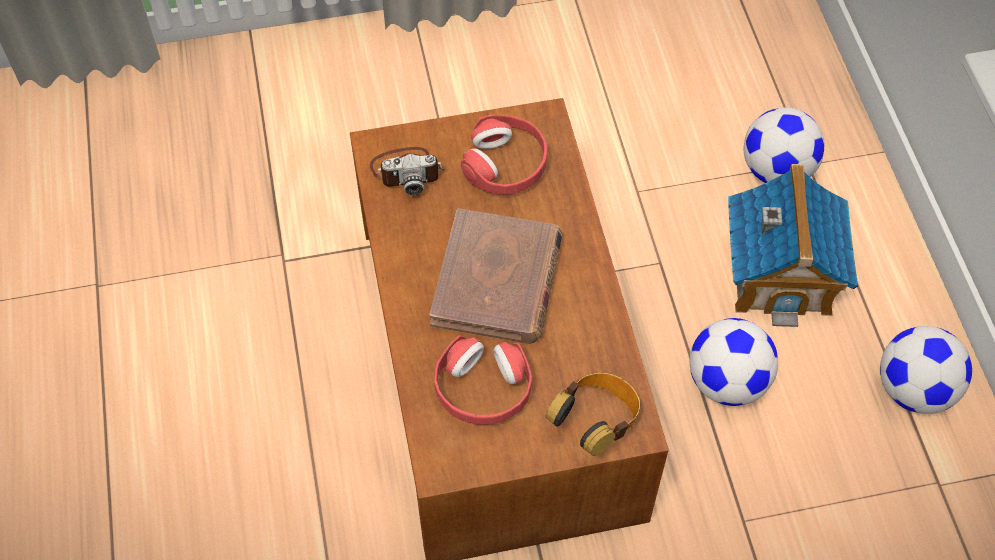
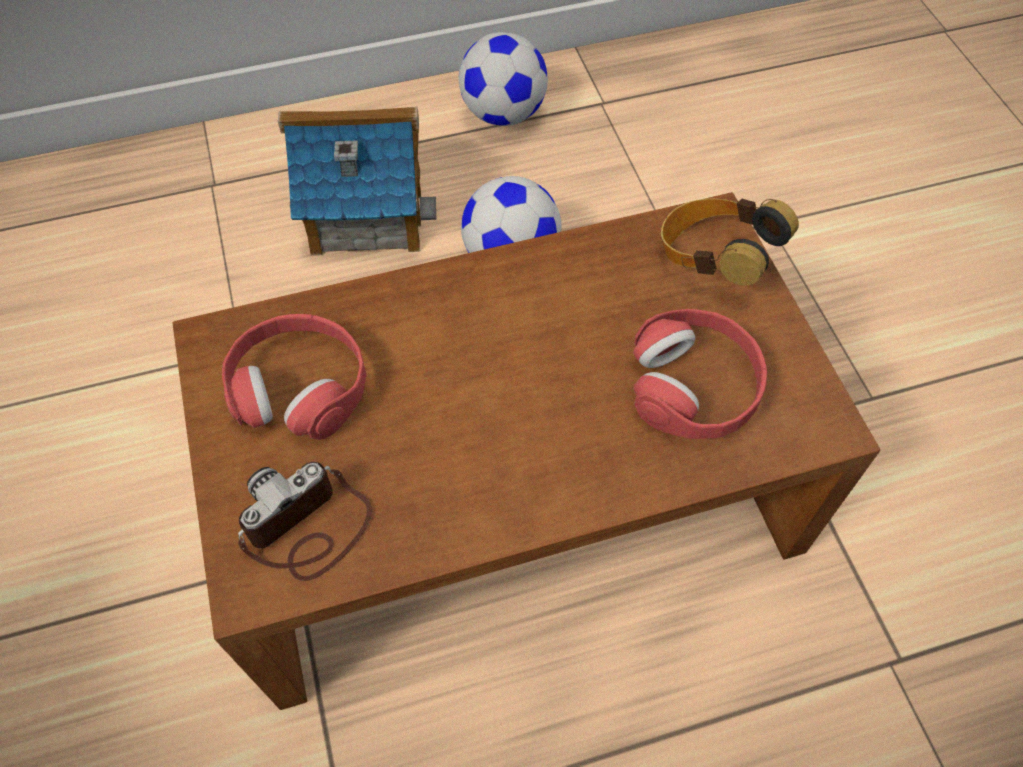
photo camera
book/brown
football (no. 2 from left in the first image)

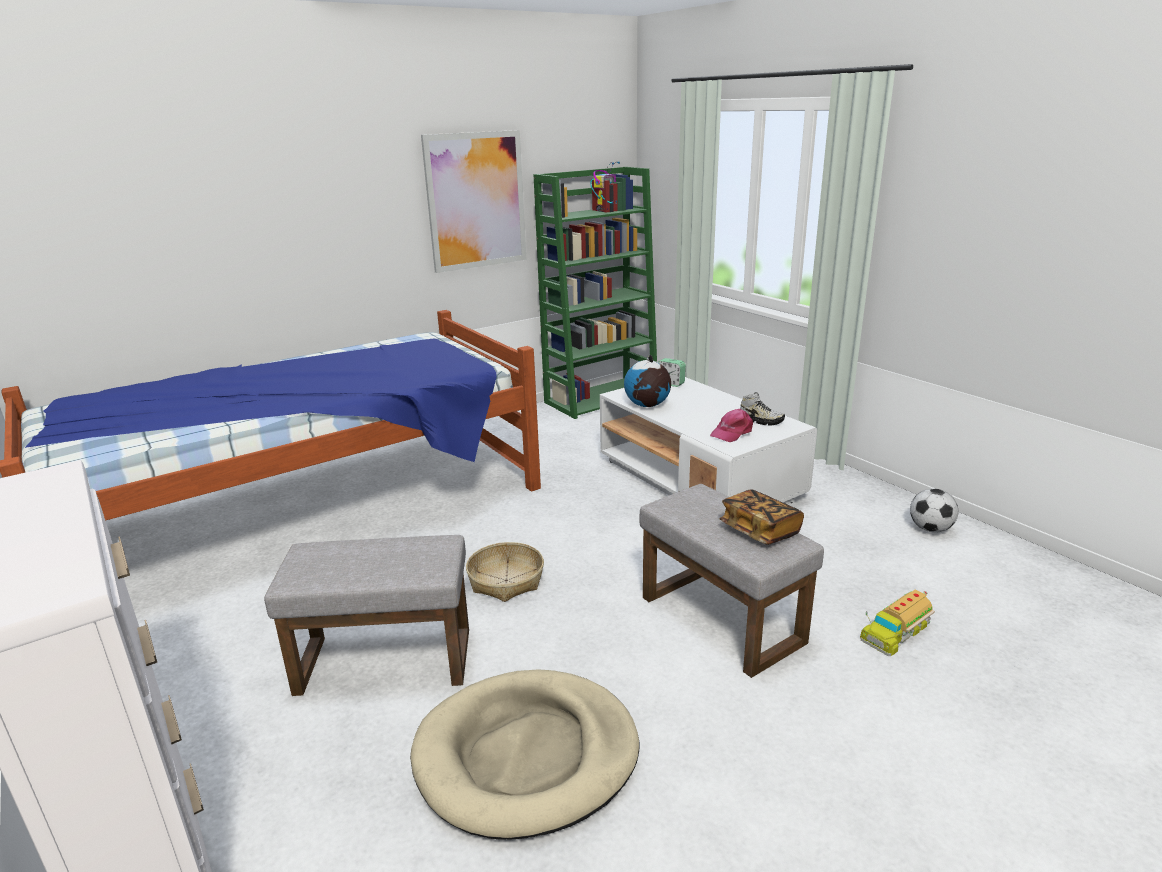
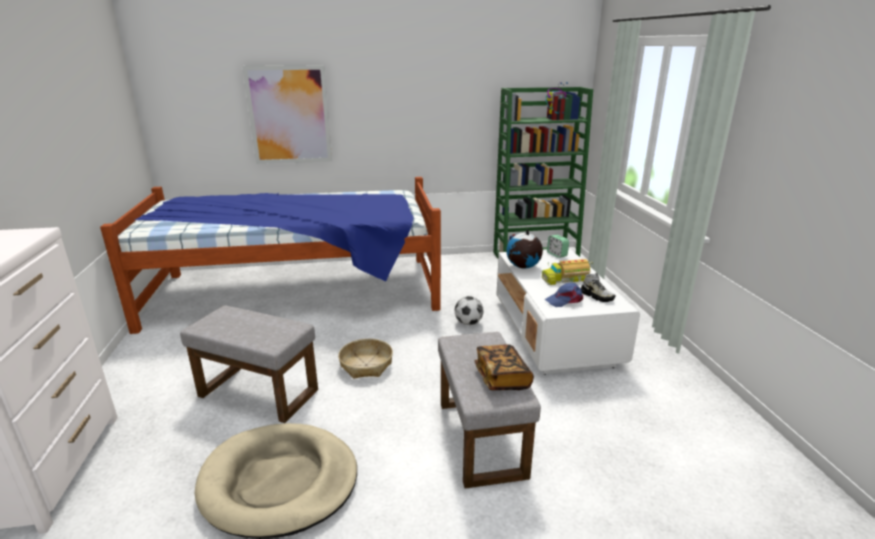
picture
cap/blue
toy truck
football

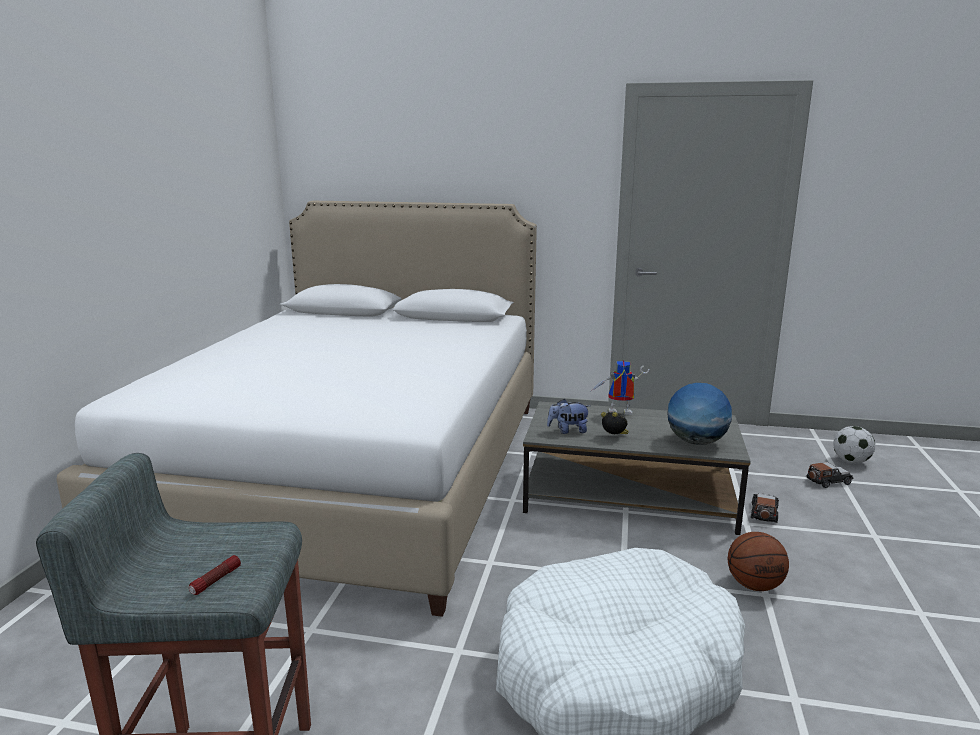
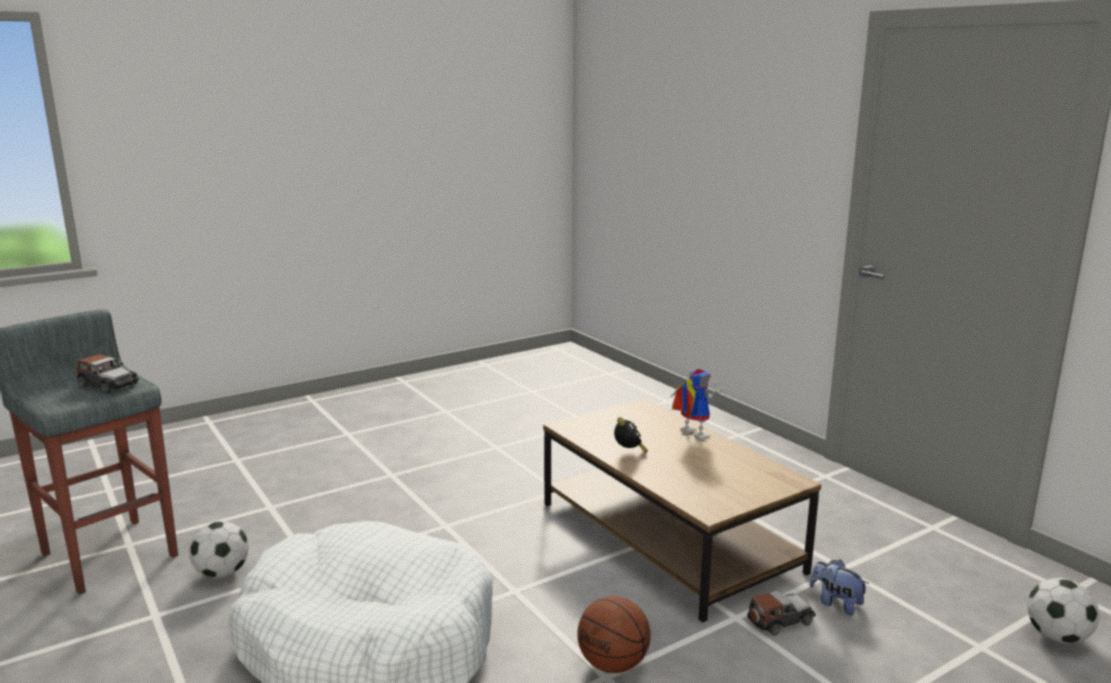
bed/white
flashlight
coffee table/brown
plush toy
globe
toy car (no. 1 from left)
football (no. 1 from left)

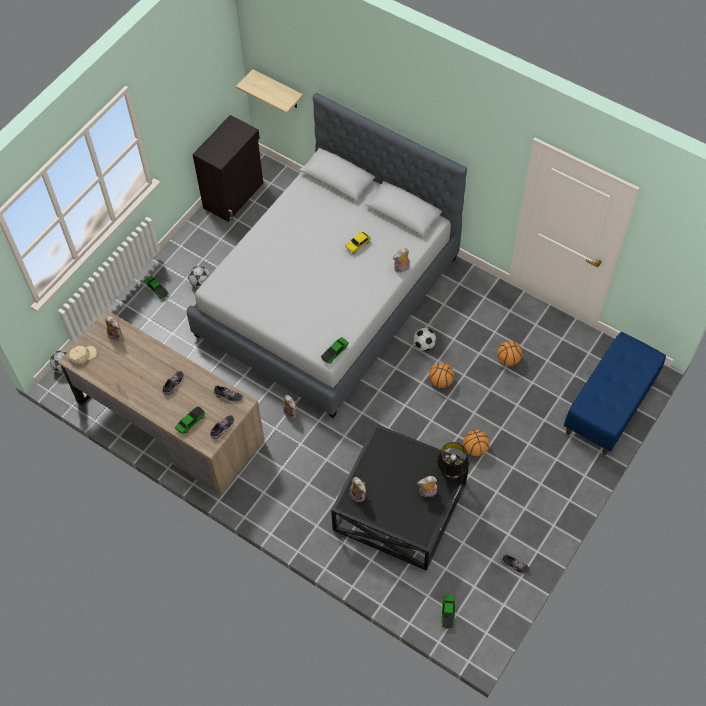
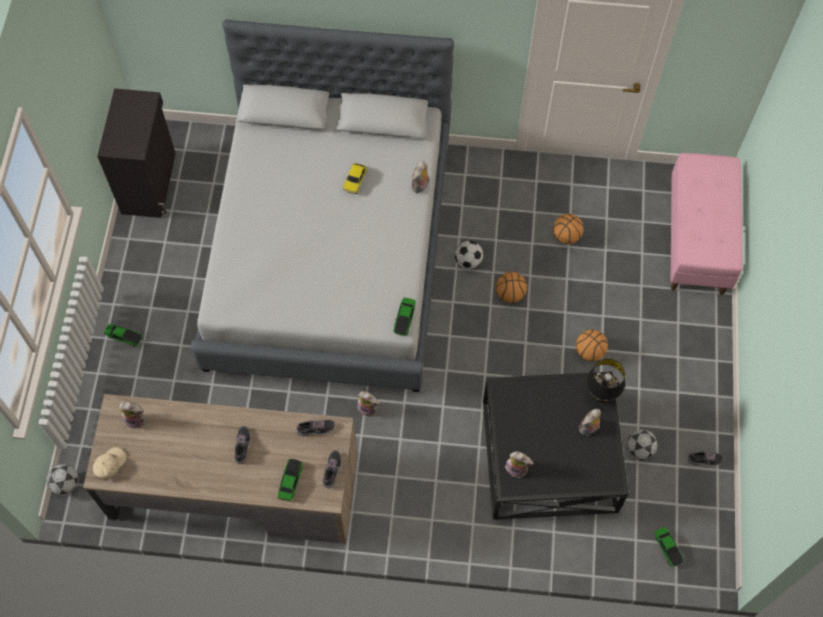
football (no. 3 from left)
shelf
bench/pink

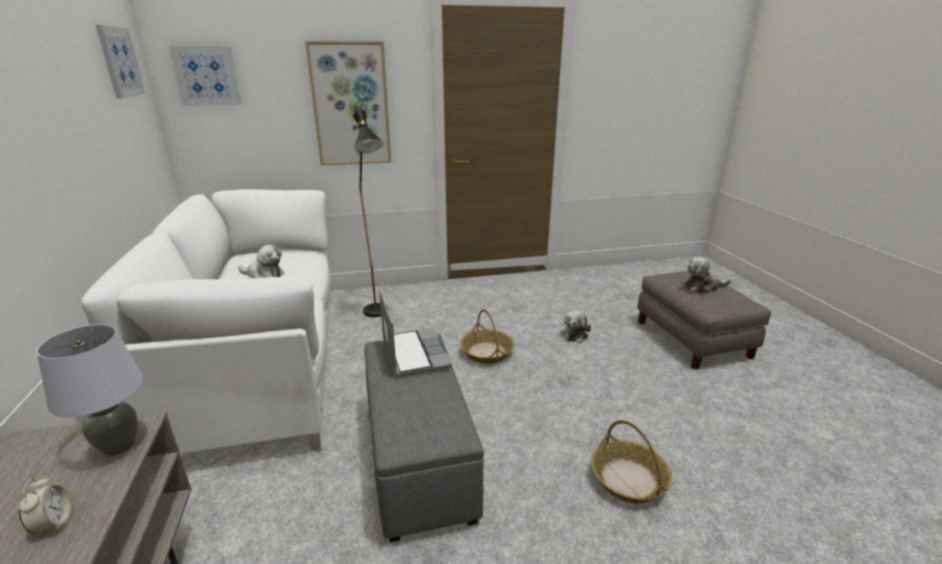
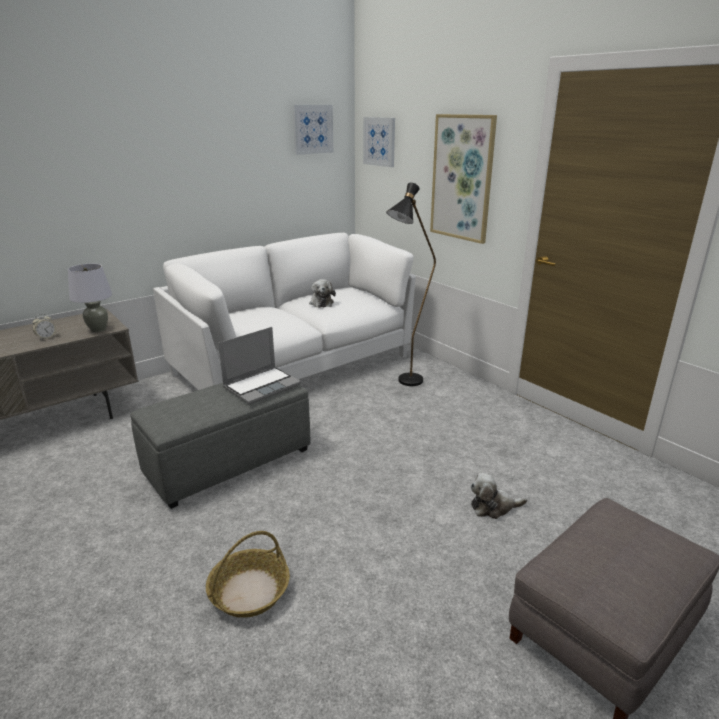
basket (no. 1 from left in the first image)
plush toy (no. 3 from left in the first image)

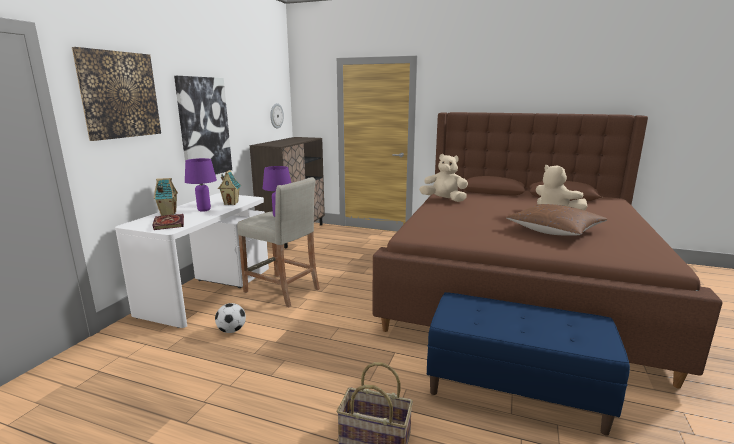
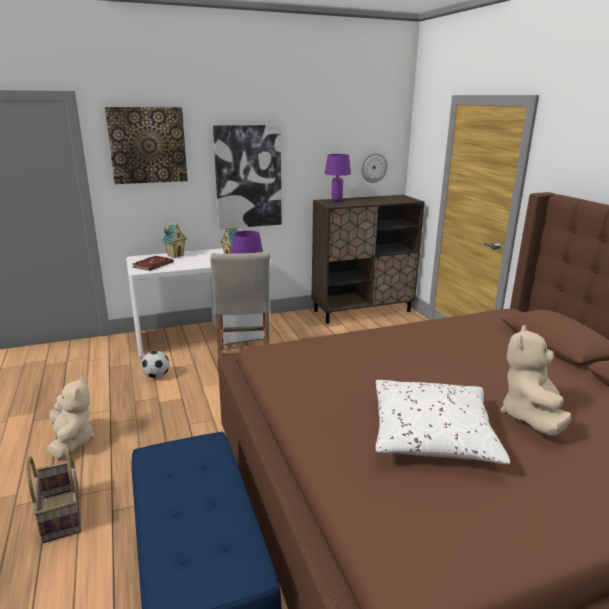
table lamp/purple (no. 2 from left)
plush toy/beige (no. 1 from left)
pillow/white

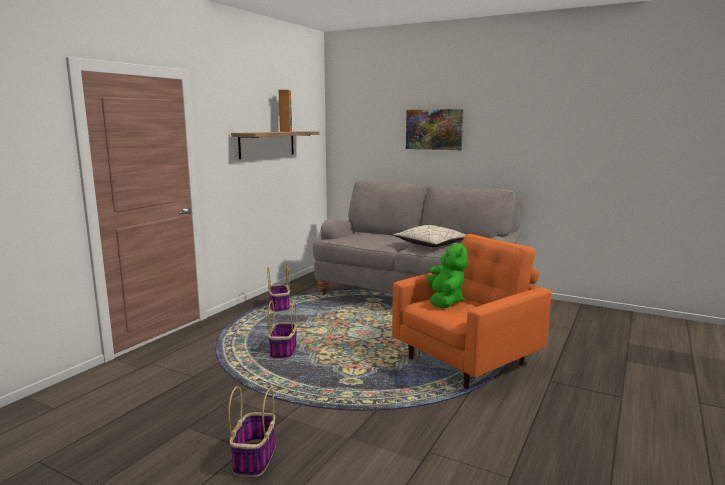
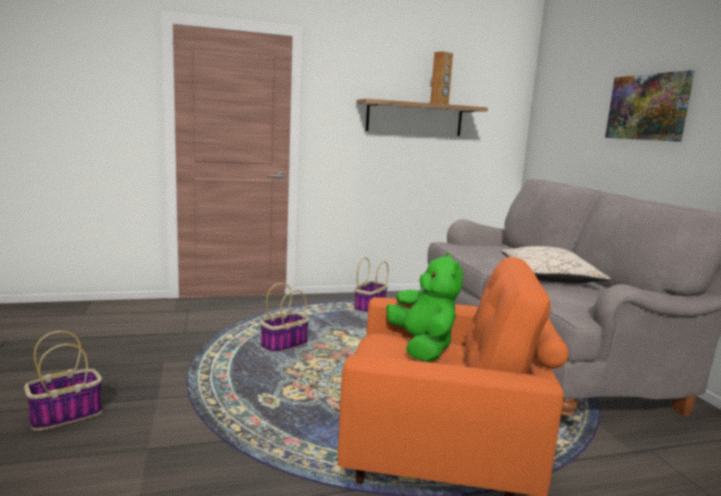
plush toy/green

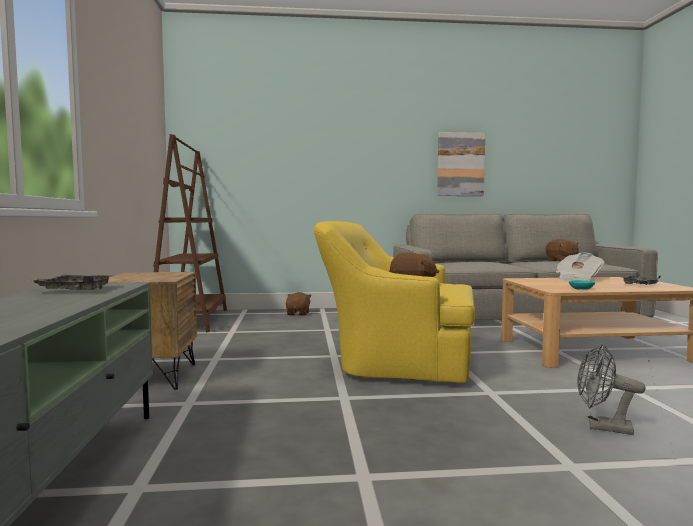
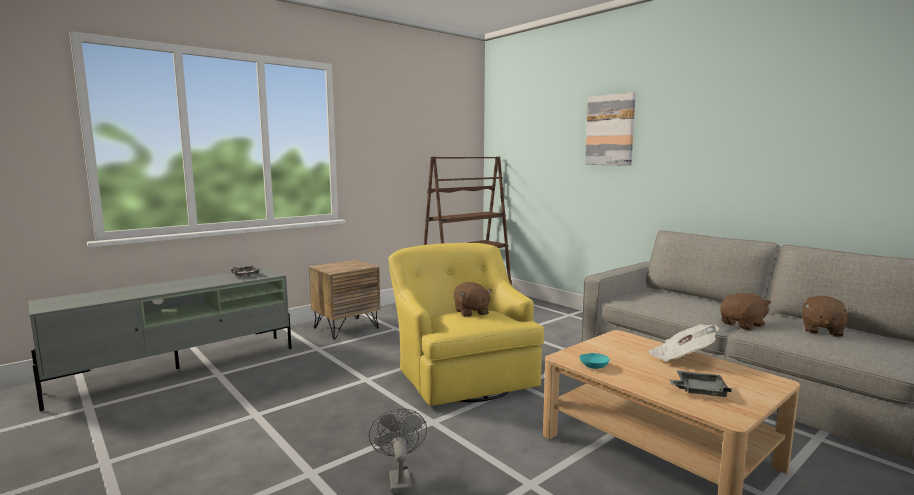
plush toy/brown (no. 2 from left)
picture

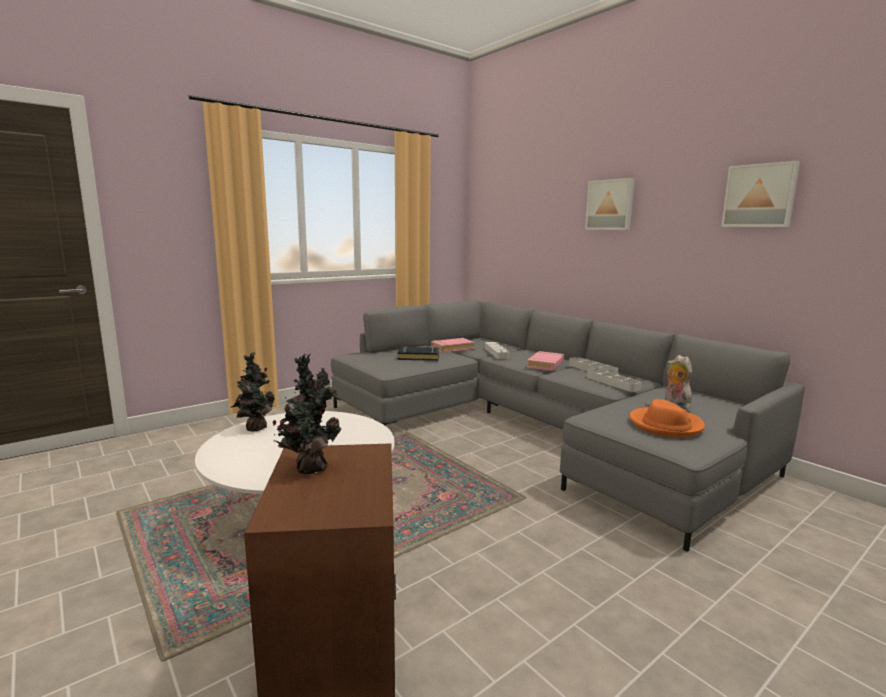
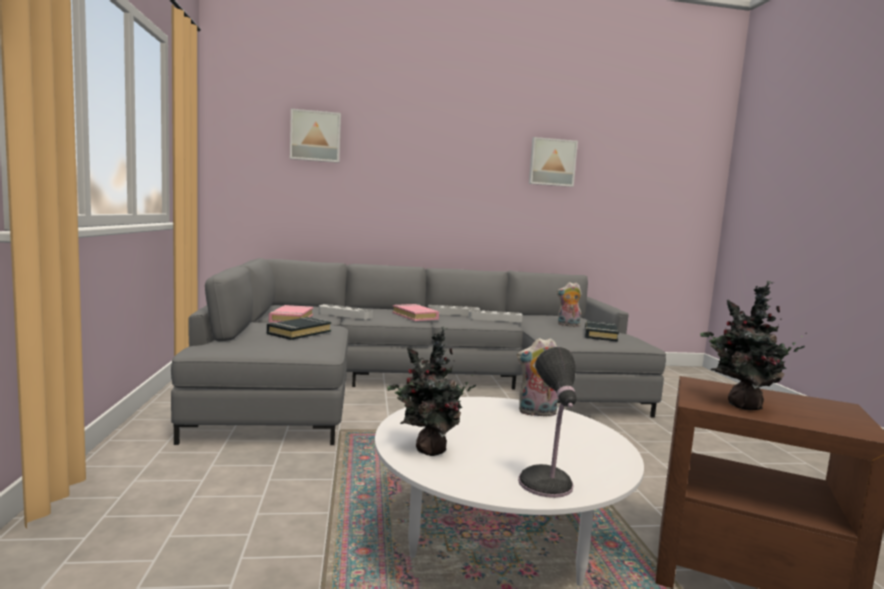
picture (no. 1 from left)
book/black (no. 2 from left)
plush toy (no. 1 from left)
table lamp

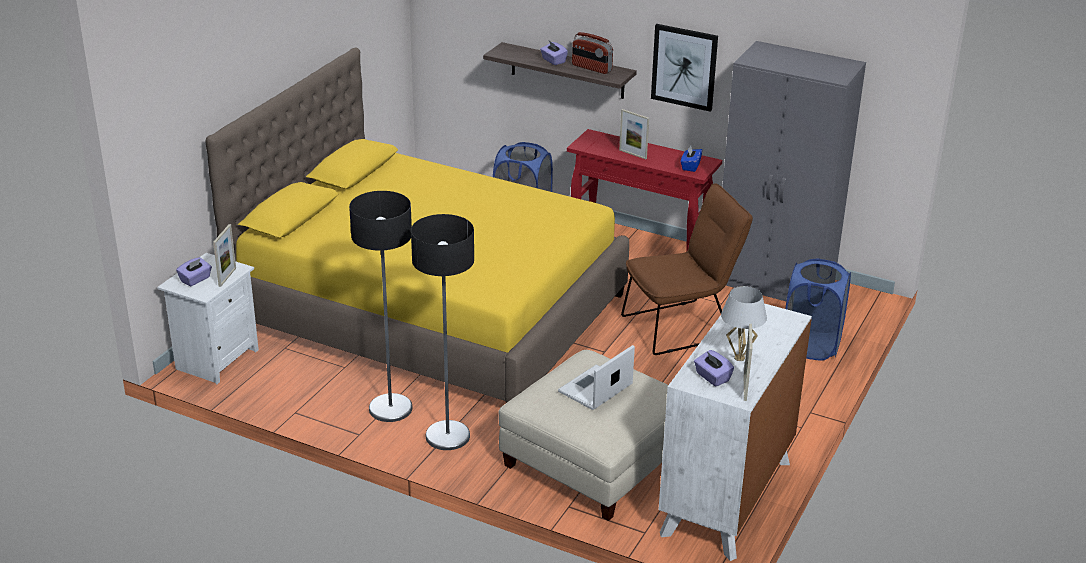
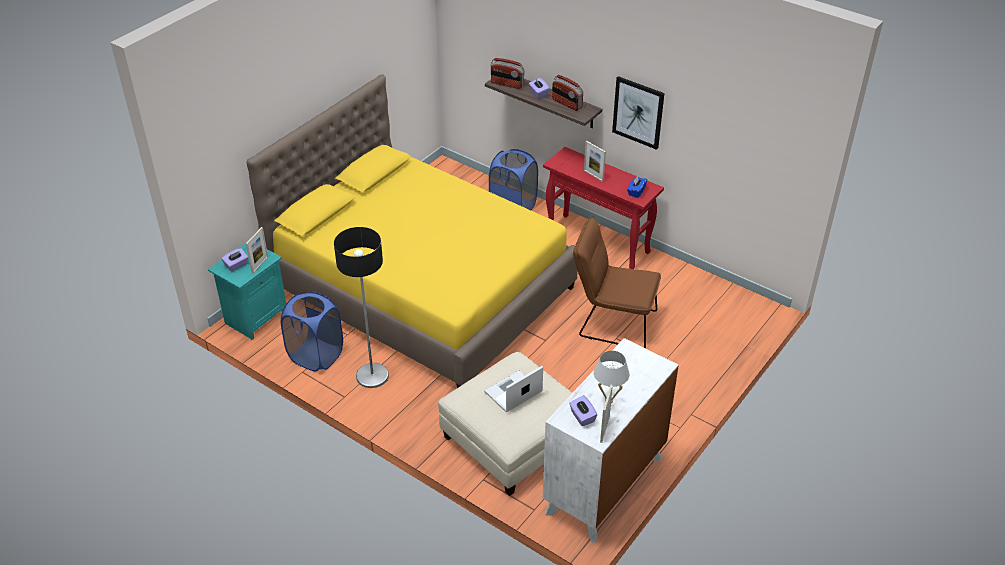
nightstand/turquoise
floor lamp (no. 2 from left in the first image)
chair/brown
wardrobe/grey
laundry basket/blue (no. 1 from left)
radio (no. 1 from left)

